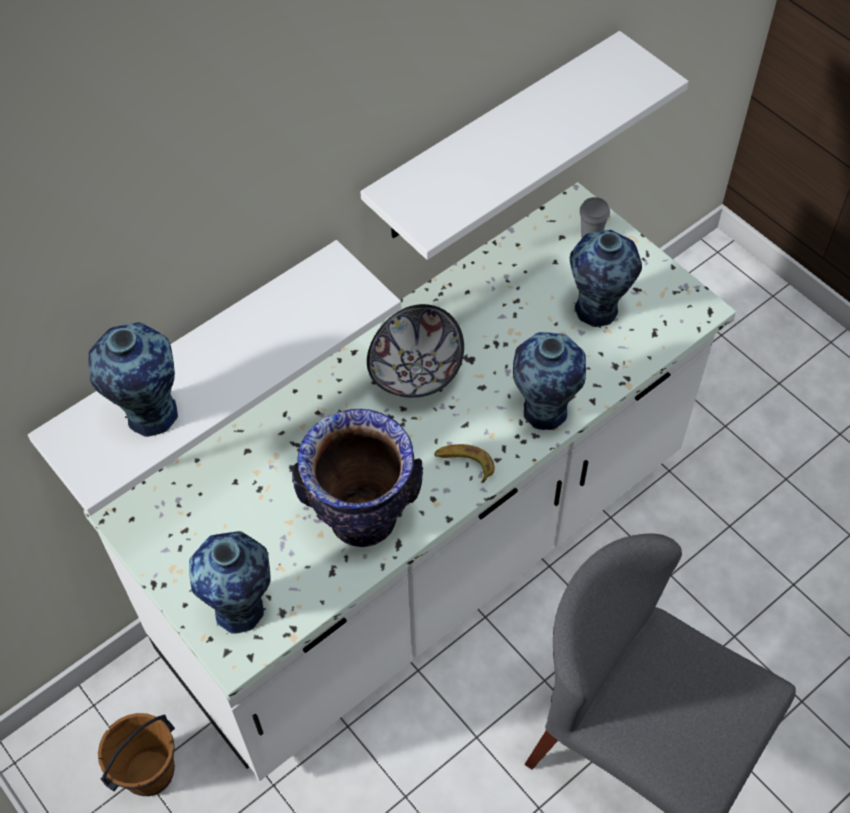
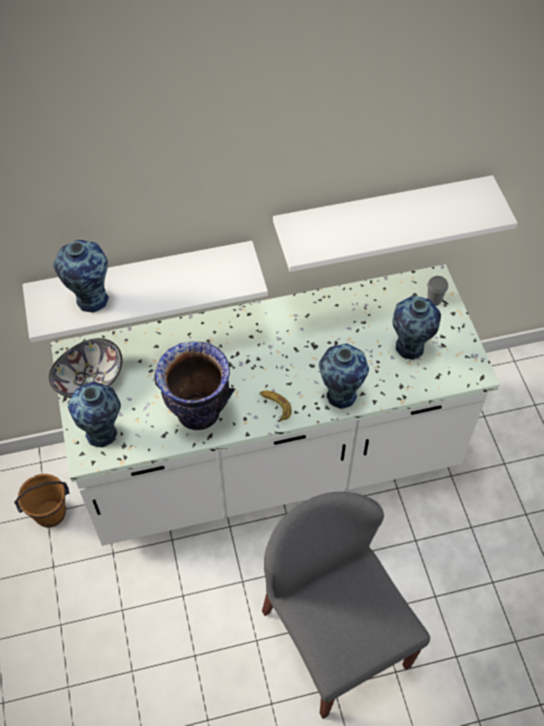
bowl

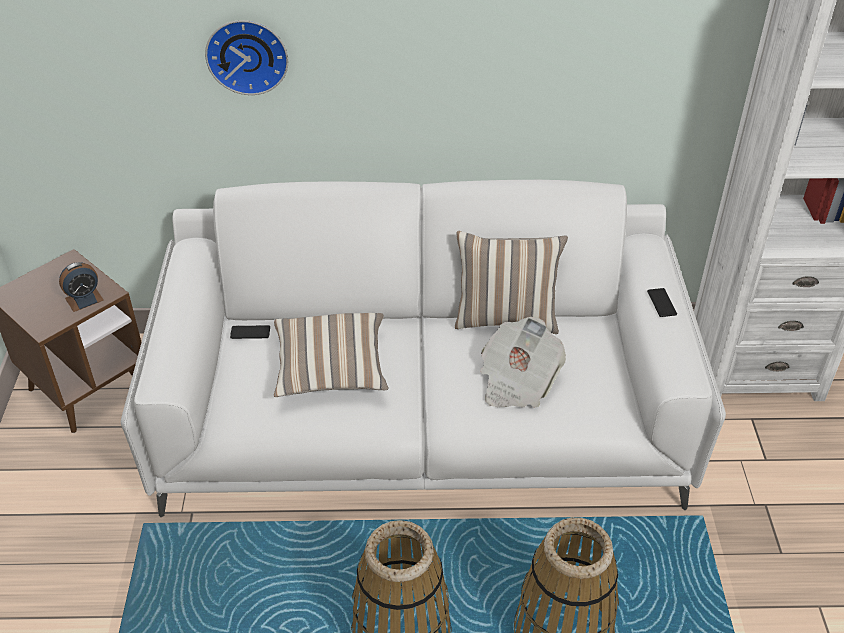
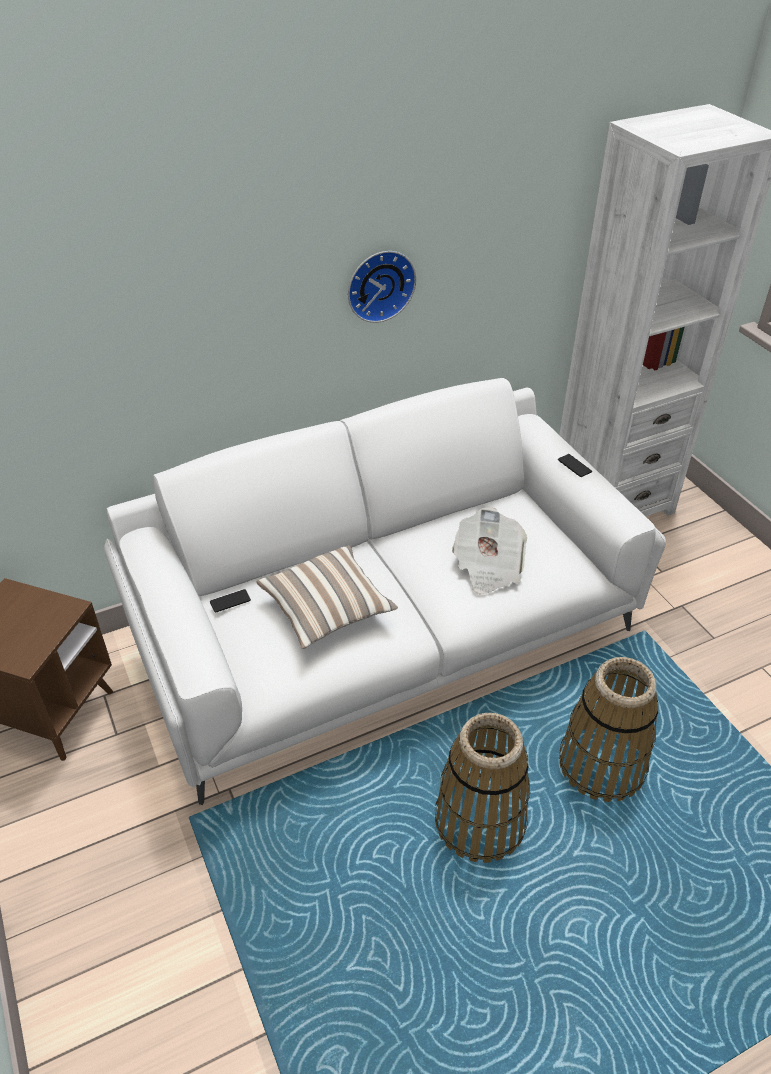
alarm clock
wall clock
pillow (no. 2 from left in the first image)

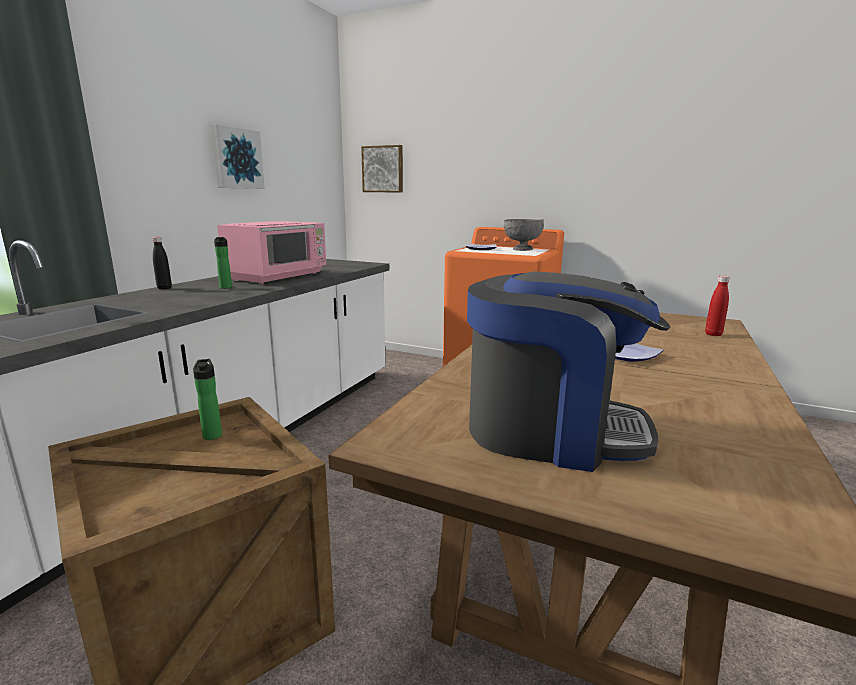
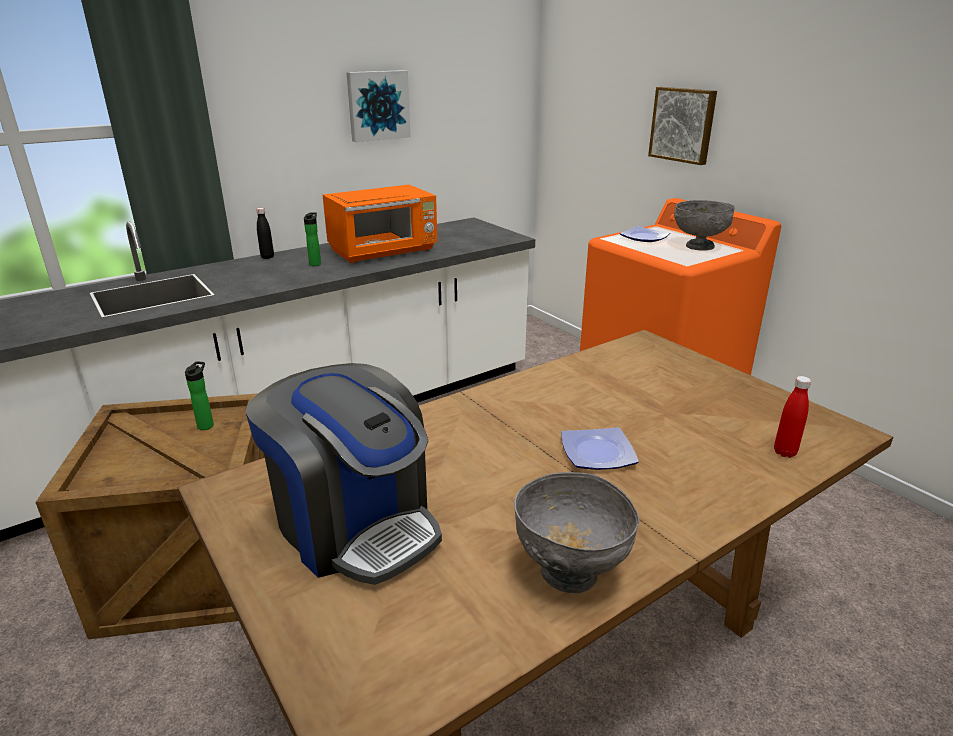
microwave/orange
picture (no. 2 from left)
bowl/grey (no. 1 from left)

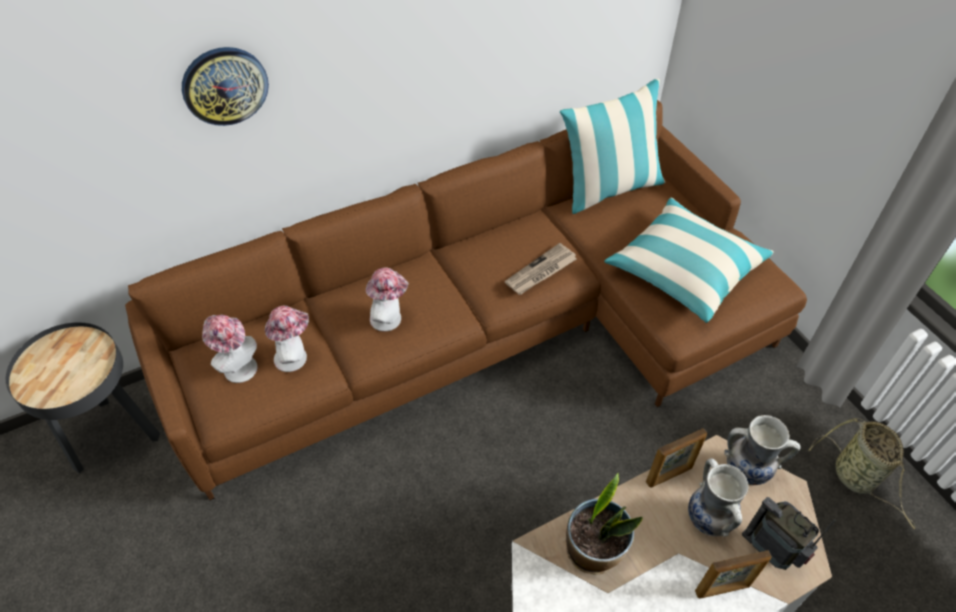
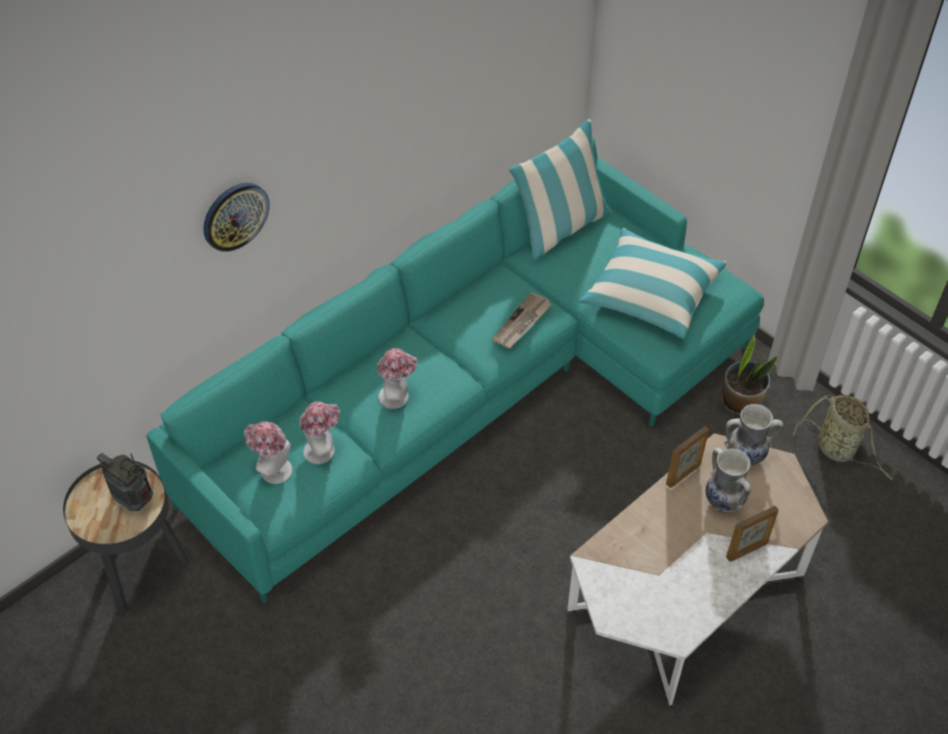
sofa/turquoise
potted plant
radio

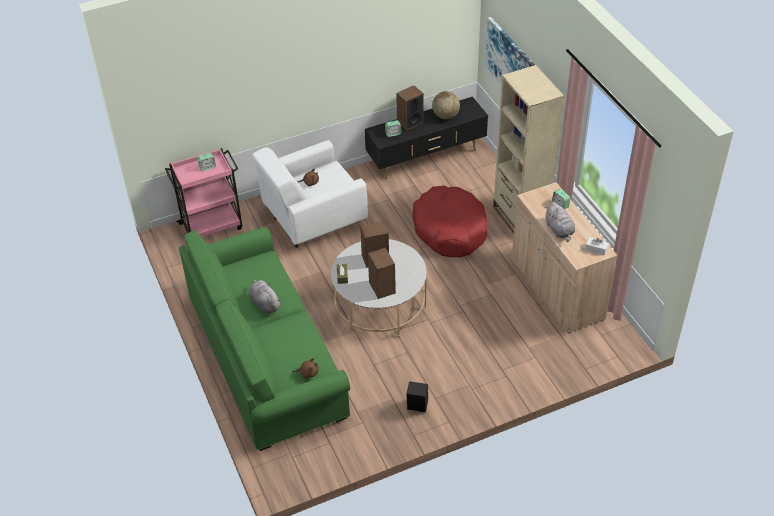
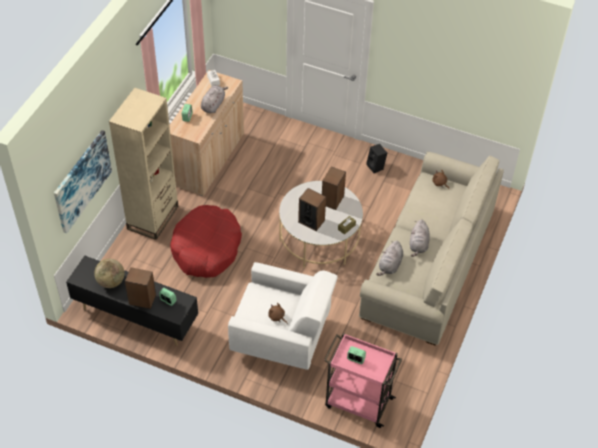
sofa/beige
plush toy/grey (no. 2 from left)

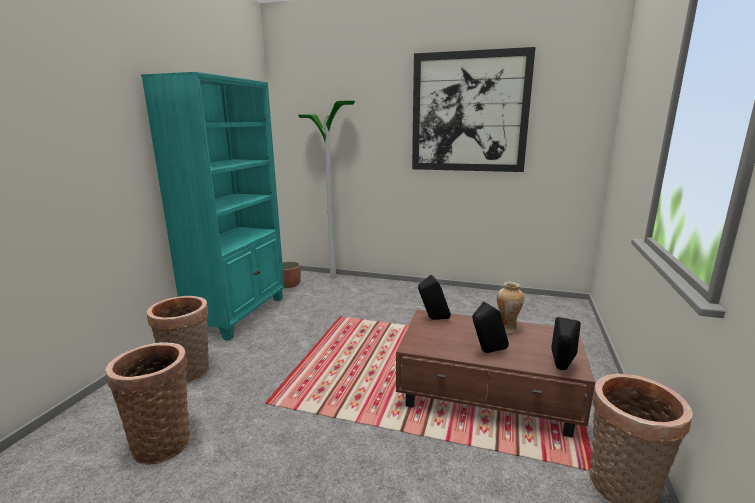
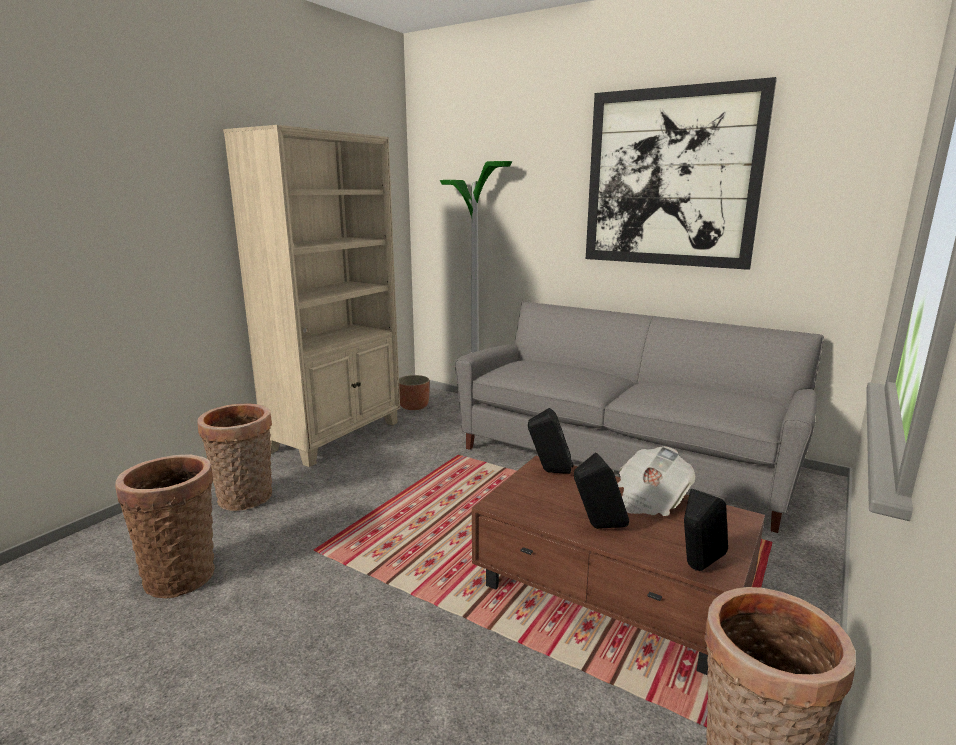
bookcase/beige
newspaper
sofa/grey

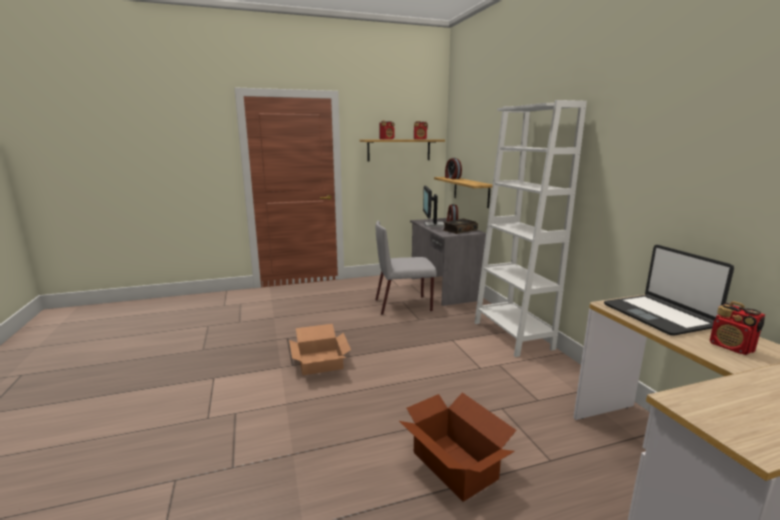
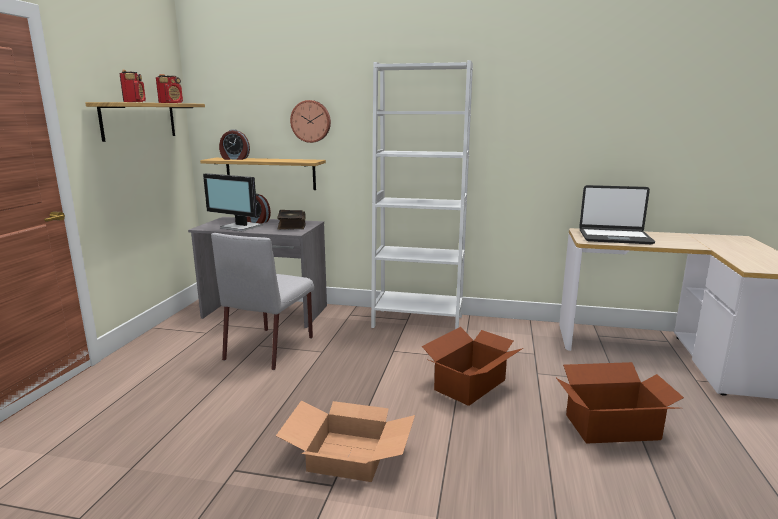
radio (no. 3 from left in the first image)
wall clock
cardboard box (no. 2 from left)

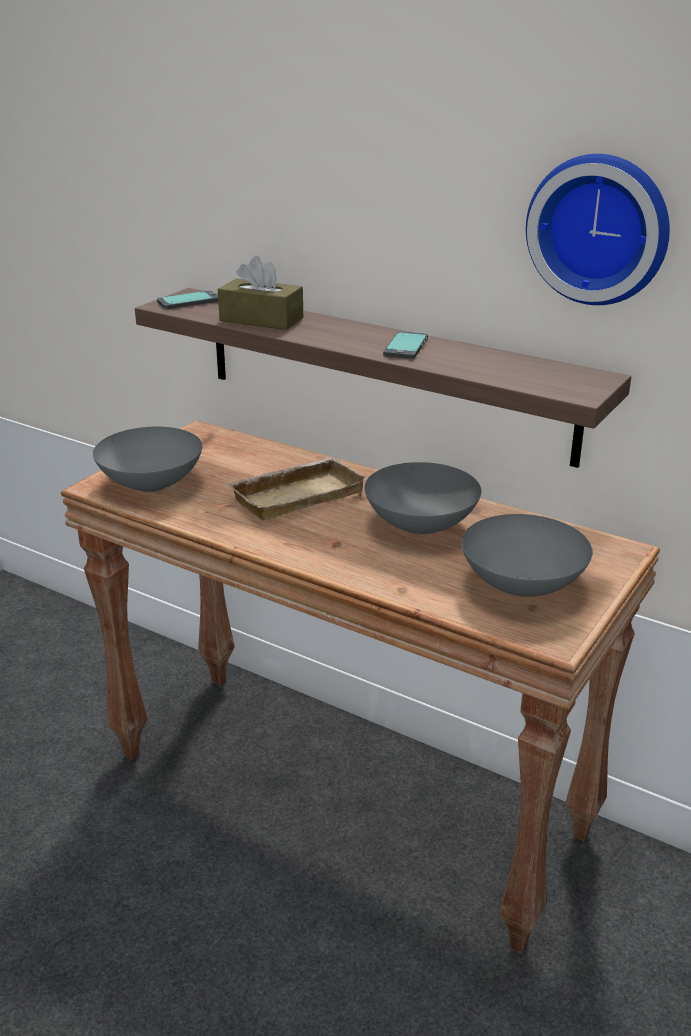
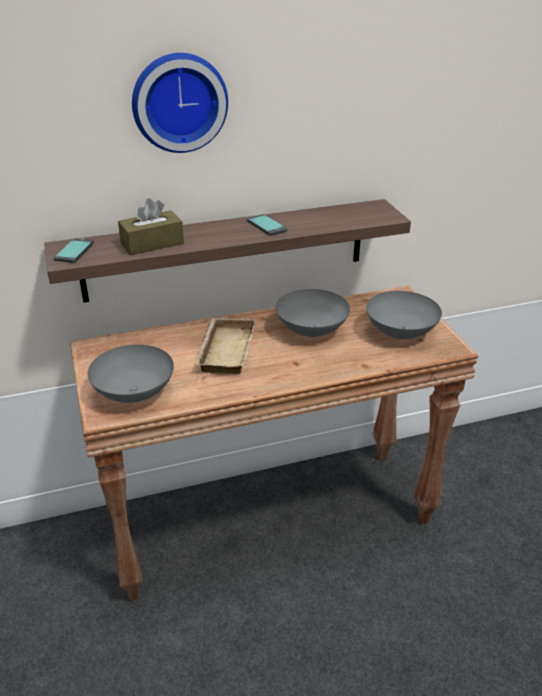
wall clock

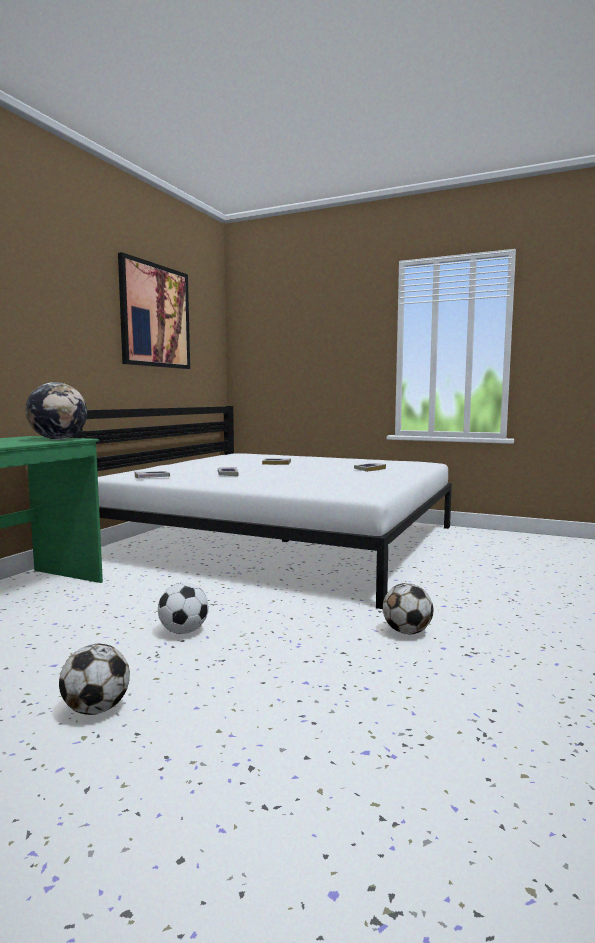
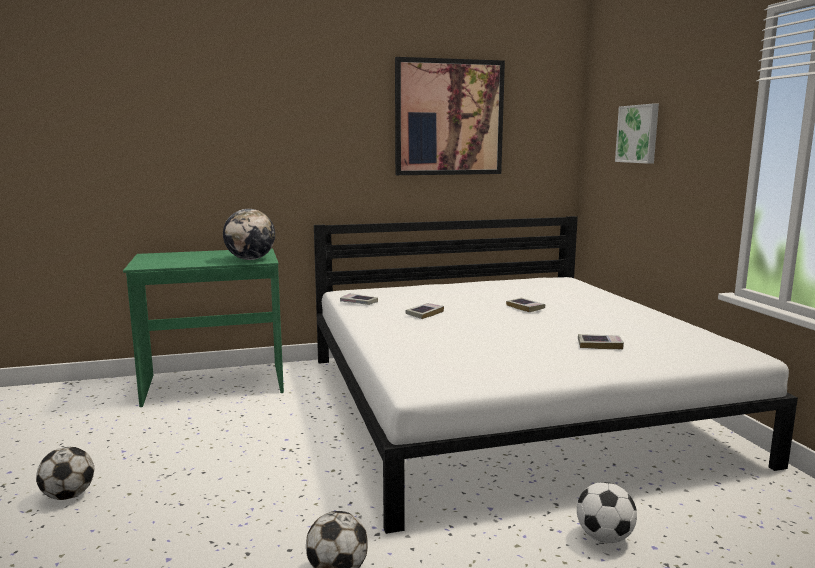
football (no. 3 from left)
picture (no. 2 from left)

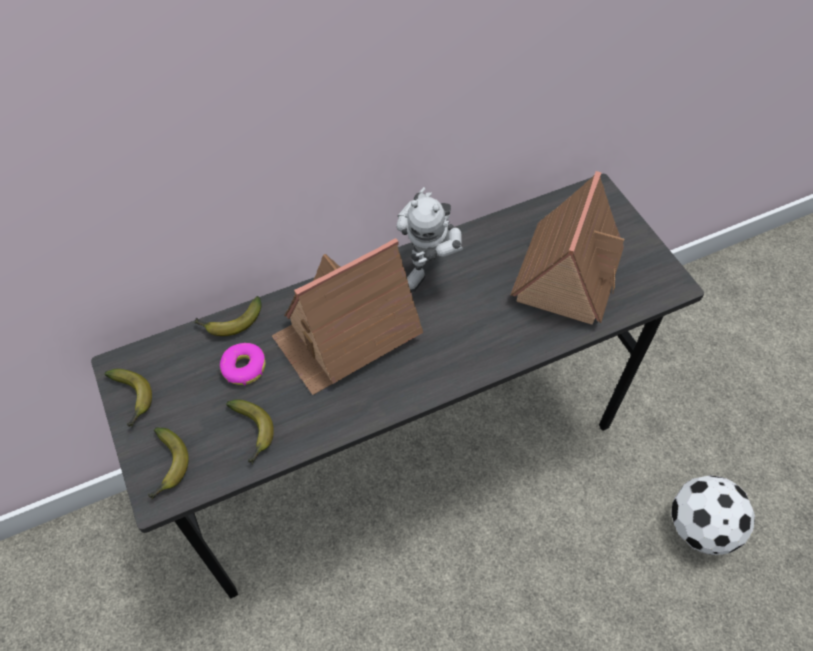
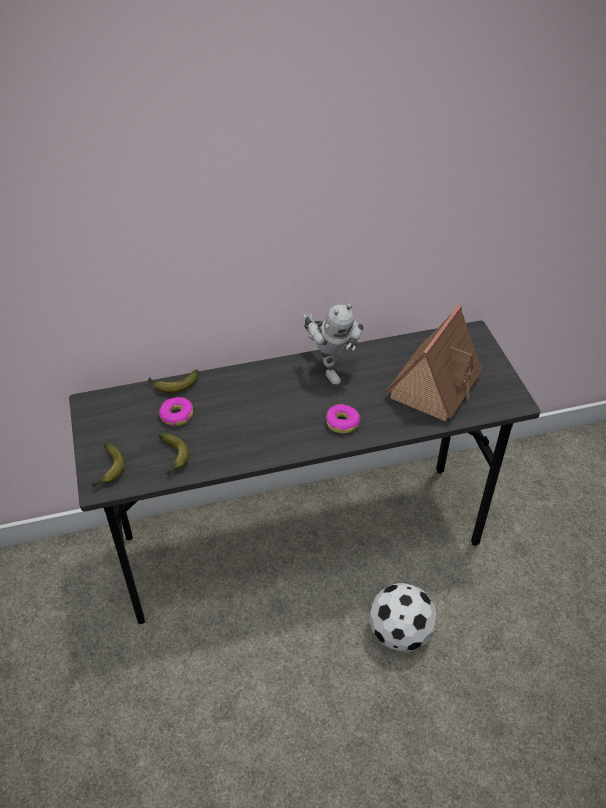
banana (no. 1 from left in the first image)
toy house (no. 1 from left in the first image)
toy robot
football
donut (no. 2 from left)

